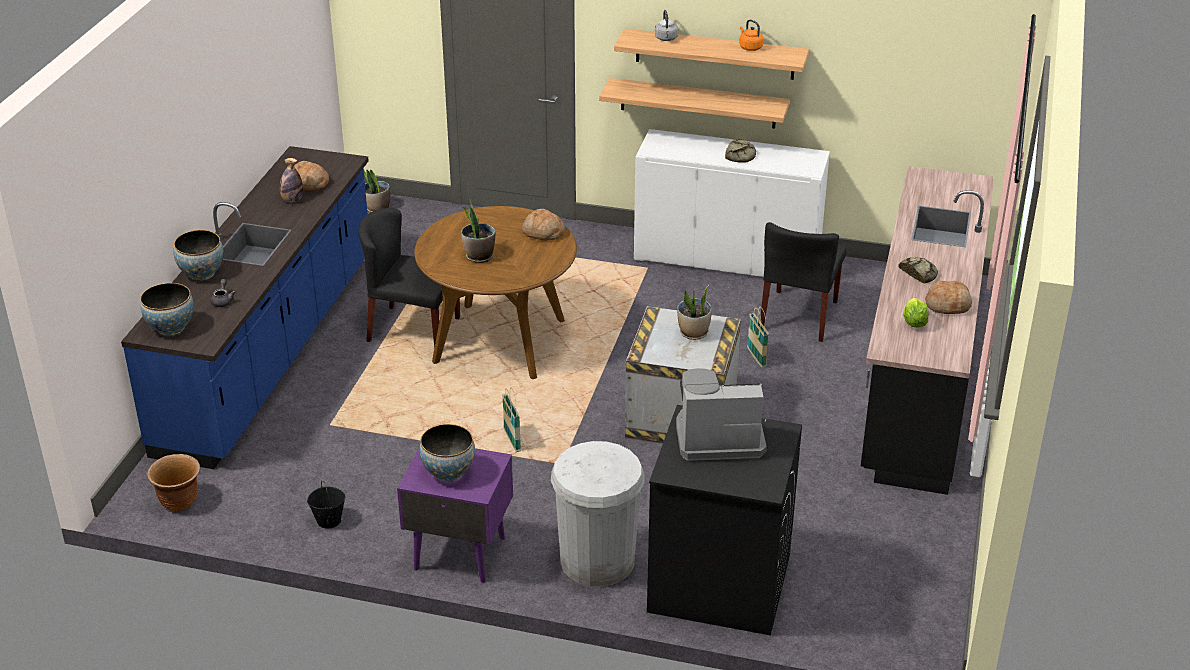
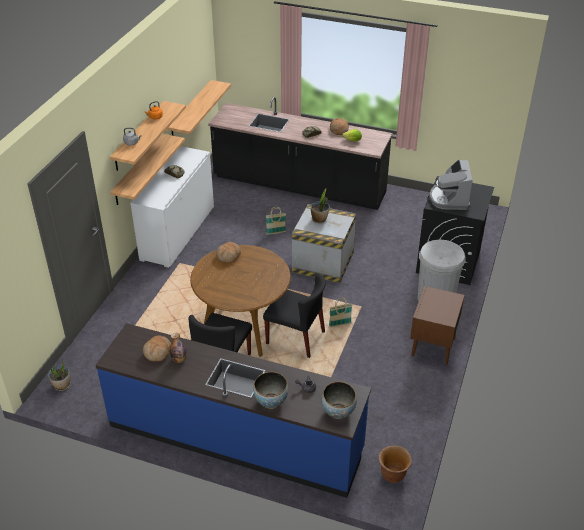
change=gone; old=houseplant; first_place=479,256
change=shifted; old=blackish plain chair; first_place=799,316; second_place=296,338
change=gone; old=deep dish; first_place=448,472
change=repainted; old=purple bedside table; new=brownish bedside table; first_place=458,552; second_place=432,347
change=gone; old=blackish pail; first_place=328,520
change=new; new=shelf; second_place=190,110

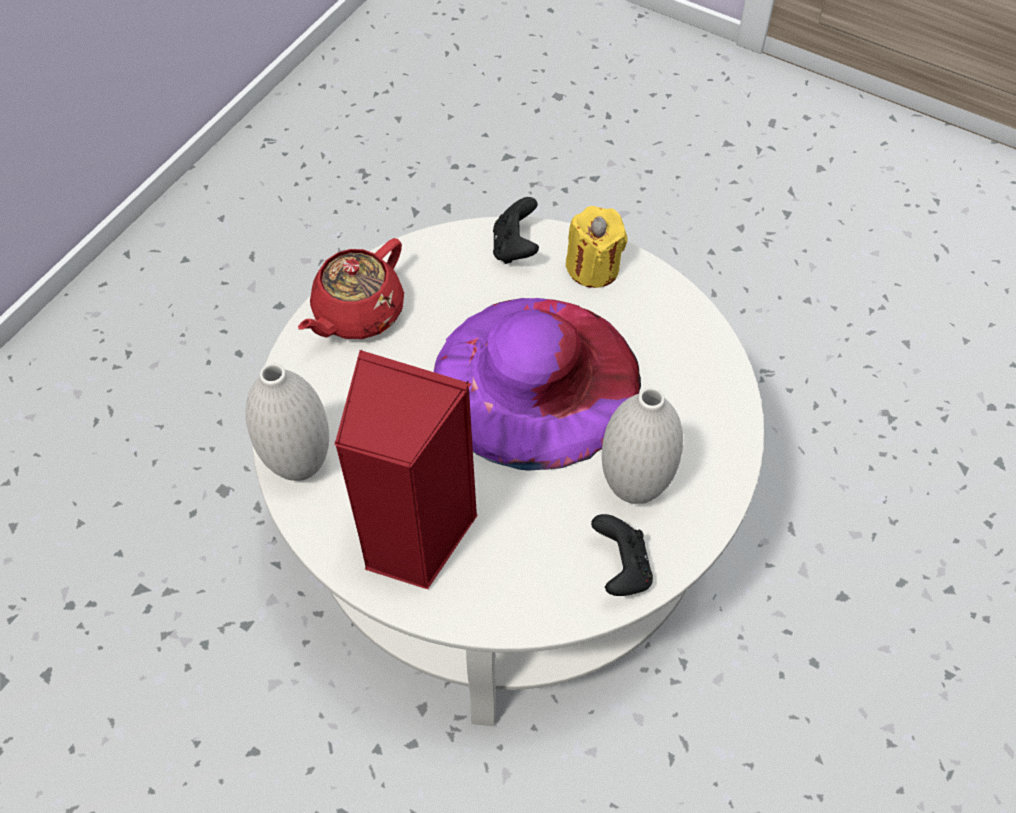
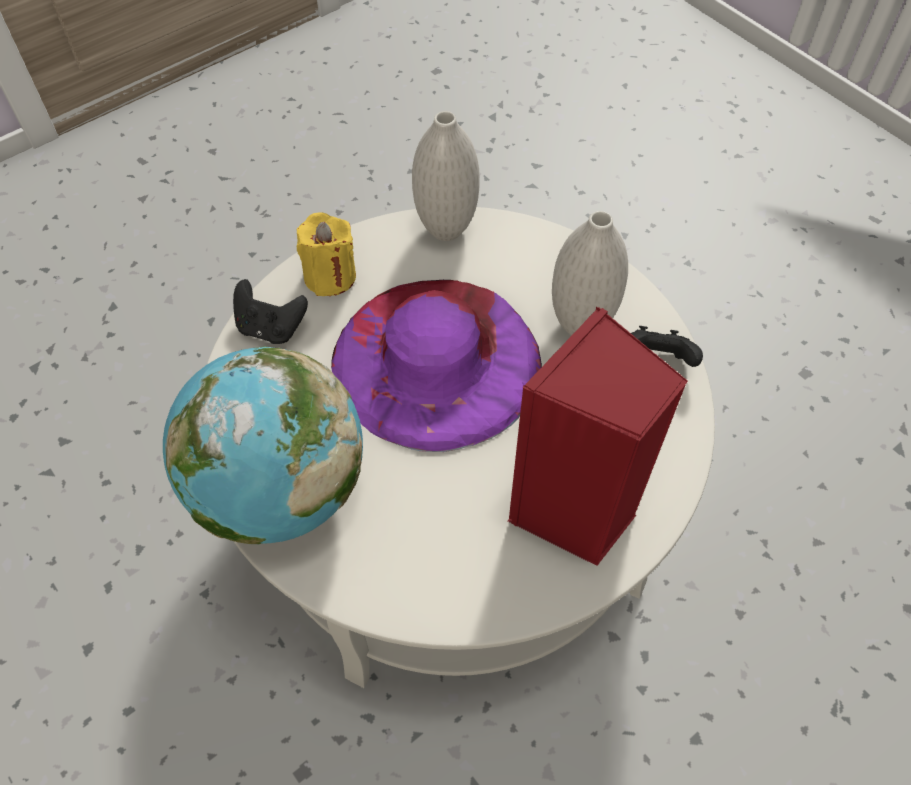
change=swapped; old=reddish tea pot; new=world globe; first_place=357,313; second_place=280,490
change=shifted; old=white-coloured flower vase; first_place=300,465; second_place=446,230

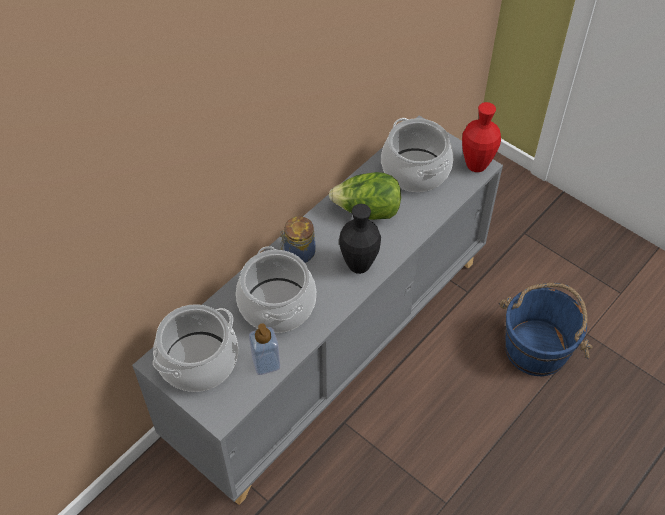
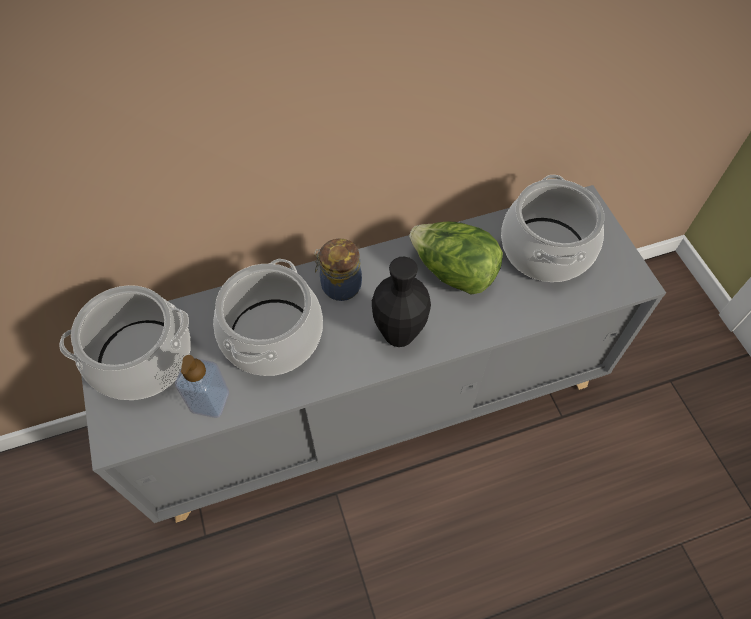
change=gone; old=reddish flower vase; first_place=476,165
change=gone; old=bluish pail; first_place=537,348

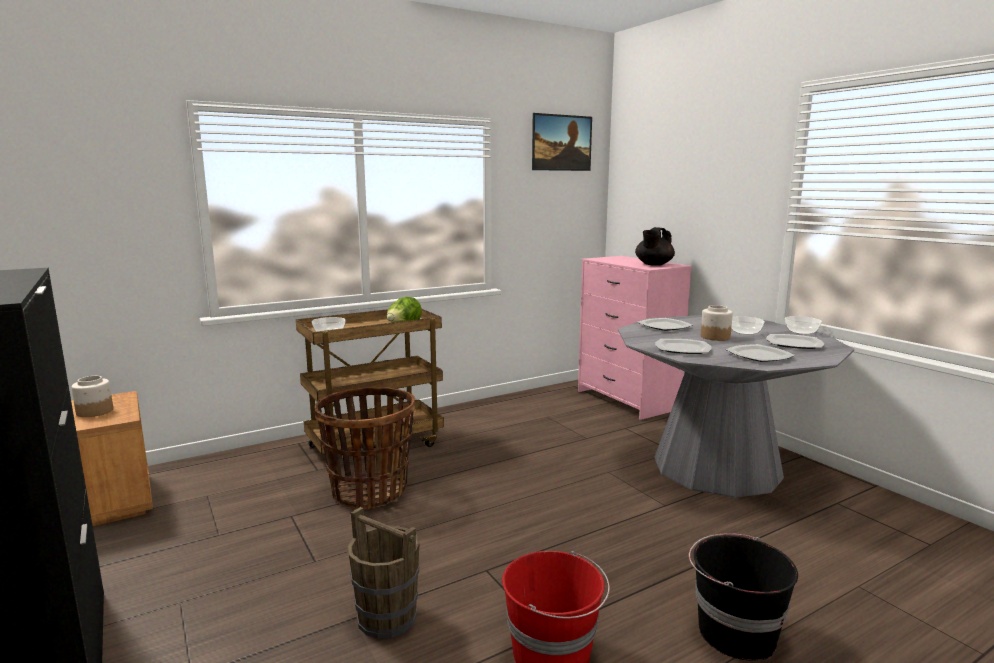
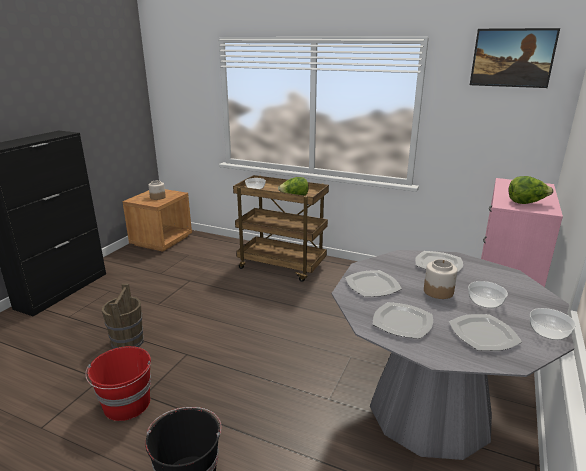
change=swapped; old=blackish tea pot; new=lettuce; first_place=653,264; second_place=526,203
change=gone; old=storage basket; first_place=370,492

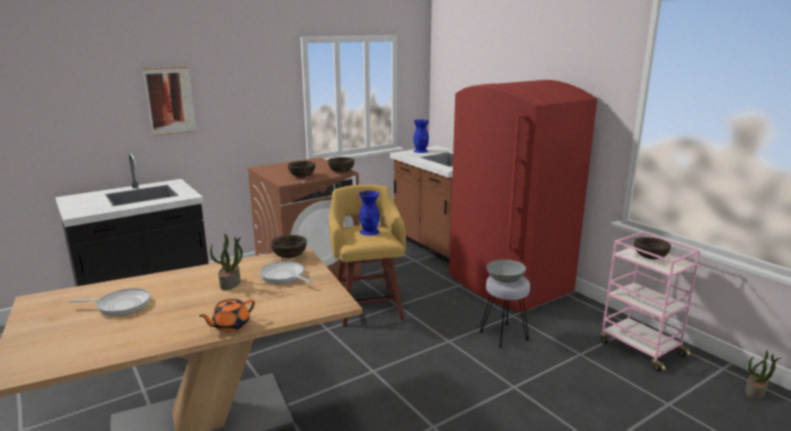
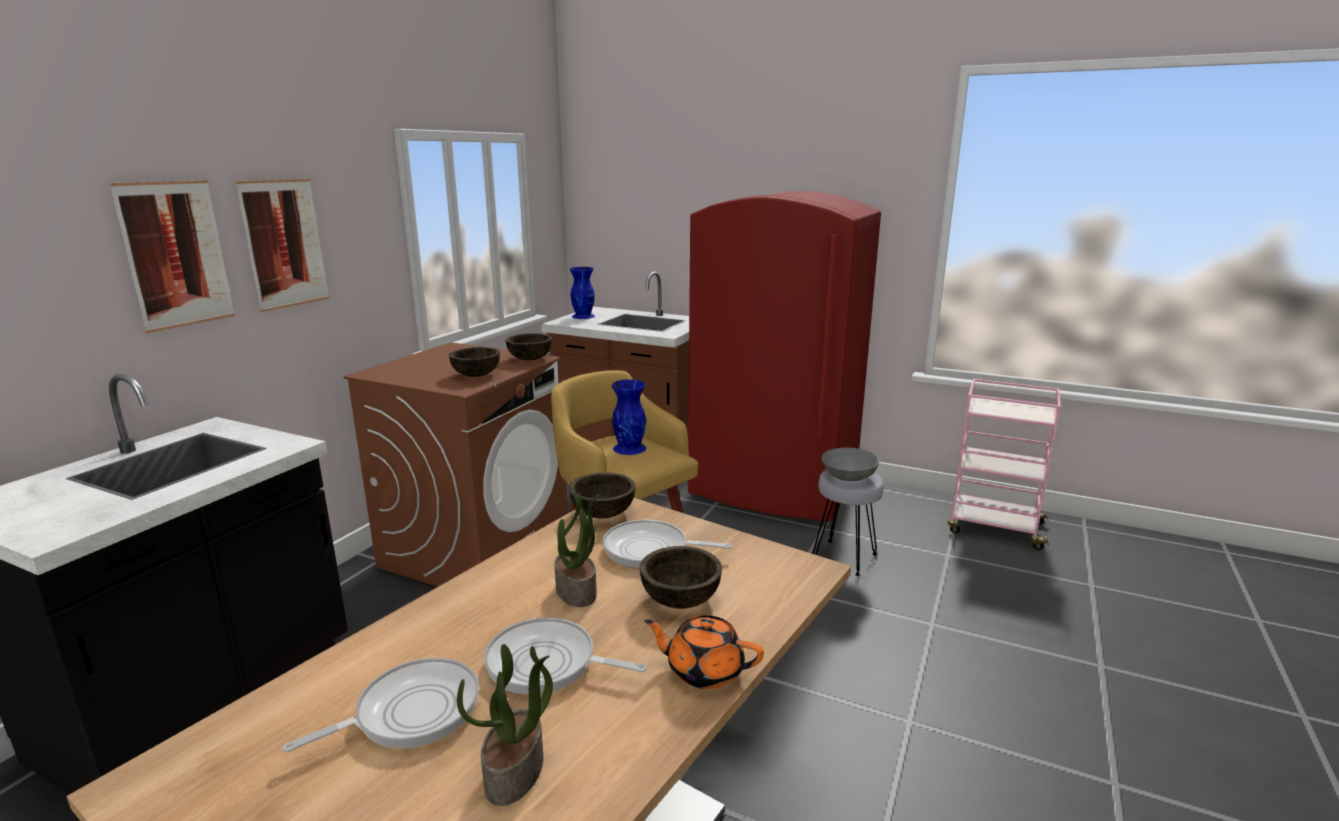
change=shifted; old=brownish deep dish; first_place=649,257; second_place=680,599
change=rotated; old=orangey tea pot; first_place=230,325; second_place=703,670; degrees=90
change=shifted; old=houseplant; first_place=755,392; second_place=515,772
change=new; new=wall art; second_place=284,244
change=new; new=skillet; second_place=547,664

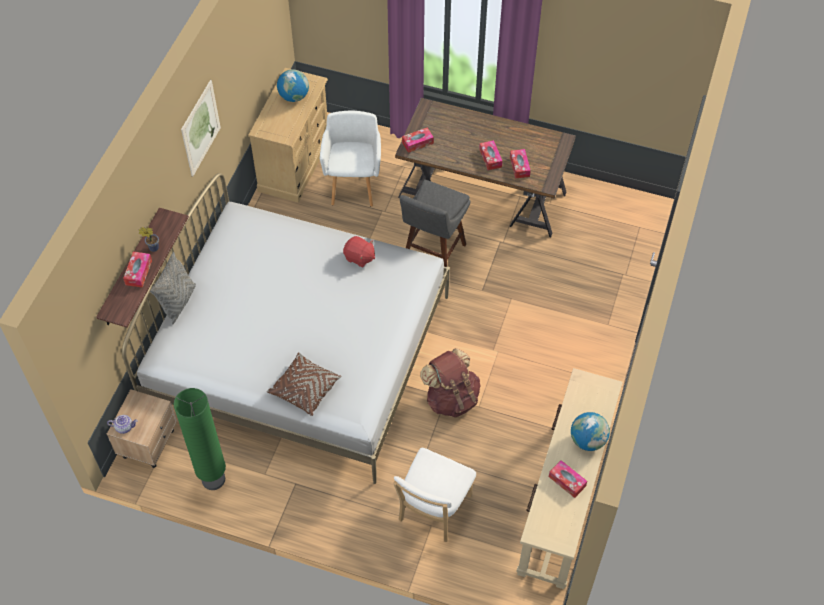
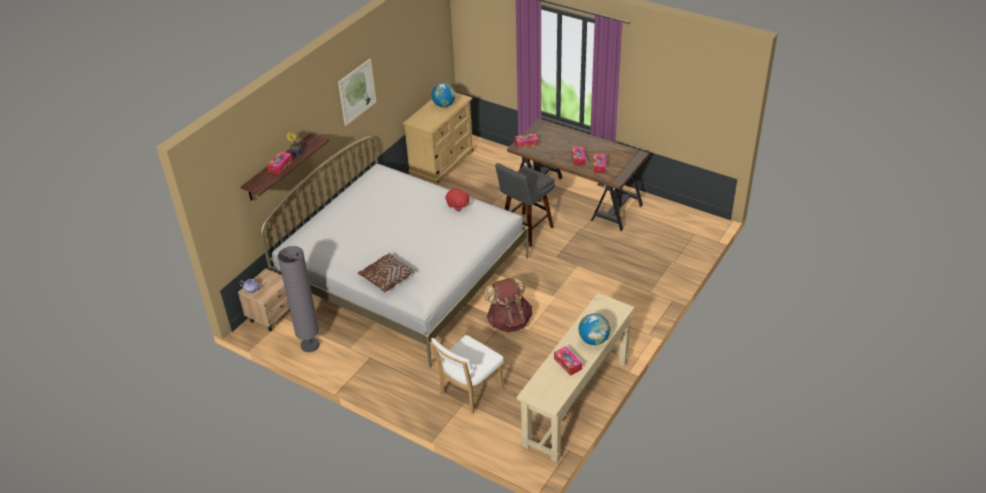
change=gone; old=white-coloured lounge chair; first_place=354,184
change=gone; old=greyish pillow; first_place=178,302
change=repainted; old=green-coloured floor lamp; new=greyish floor lamp; first_place=213,479; second_place=310,345

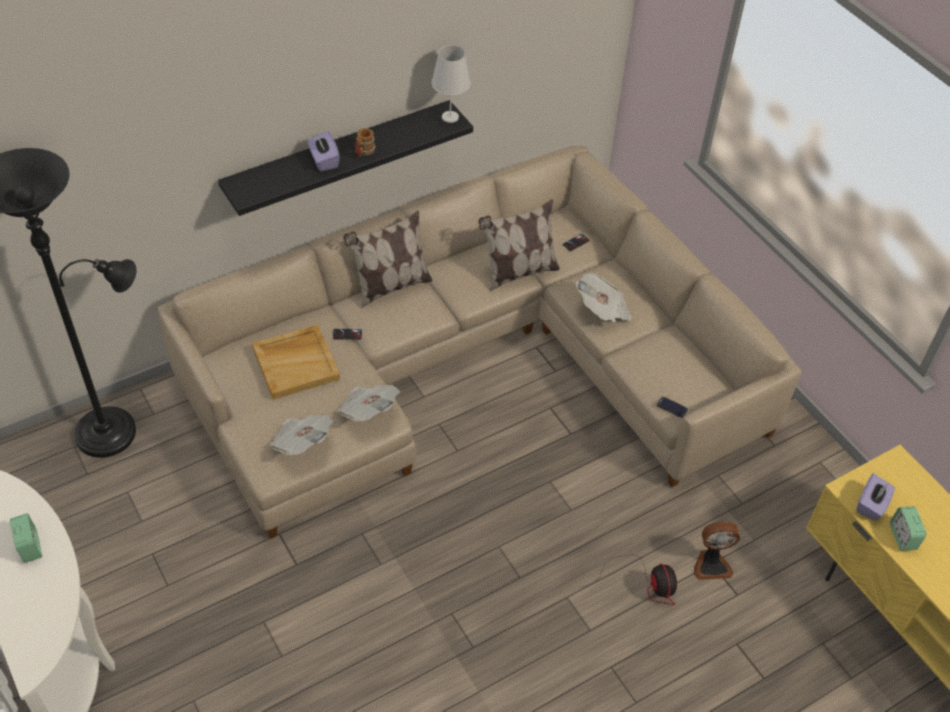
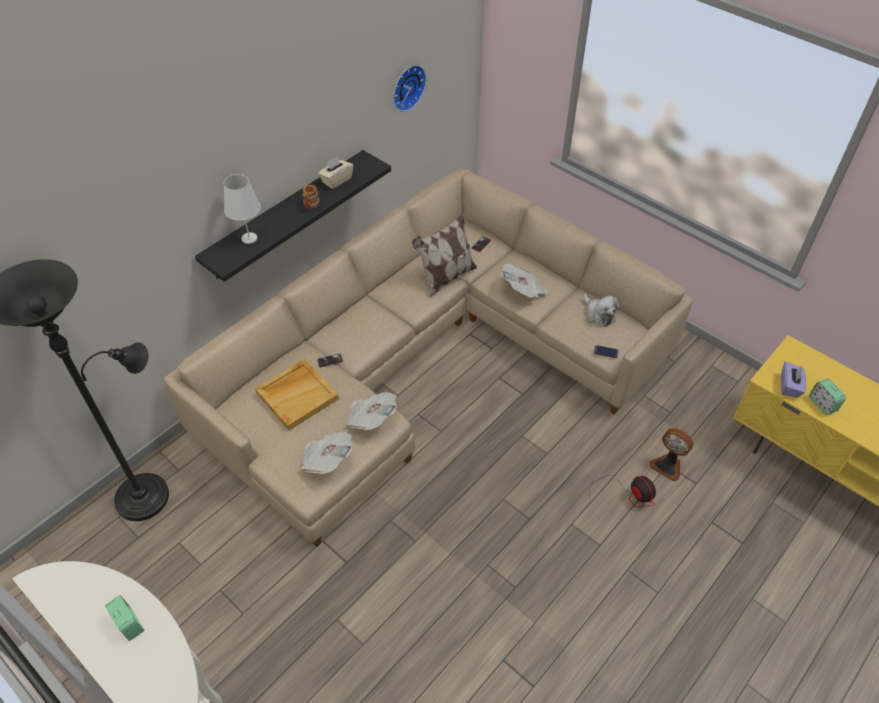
change=shifted; old=white-coloured lamp for a table; first_place=450,117; second_place=249,238
change=gone; old=purple box of tissues; first_place=324,161
change=gone; old=pillow; first_place=390,286
change=rotated; old=fan; first_place=711,564; second_place=667,465; degrees=60
change=new; new=wall clock; second_place=407,86
change=new; new=beige box of tissues; second_place=336,180
change=new; new=plush toy; second_place=598,314

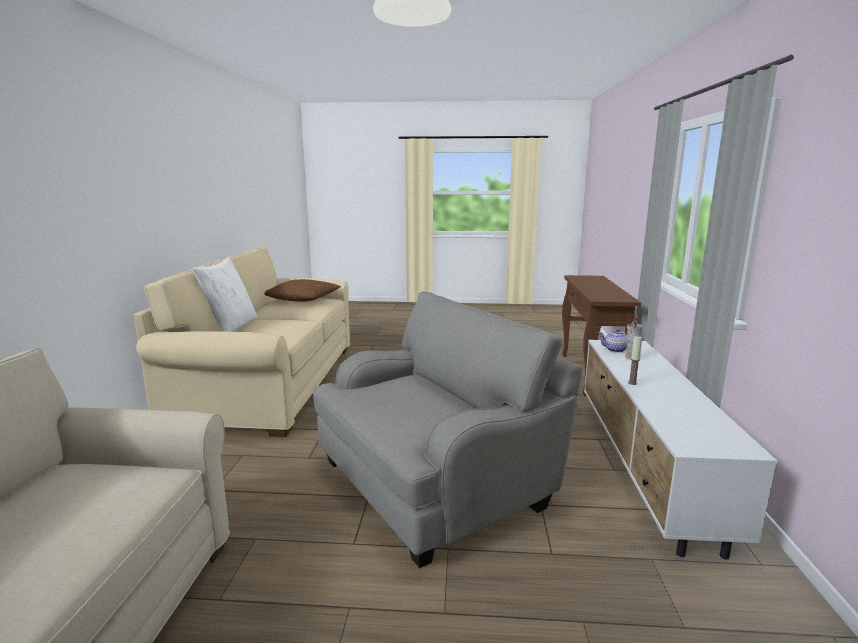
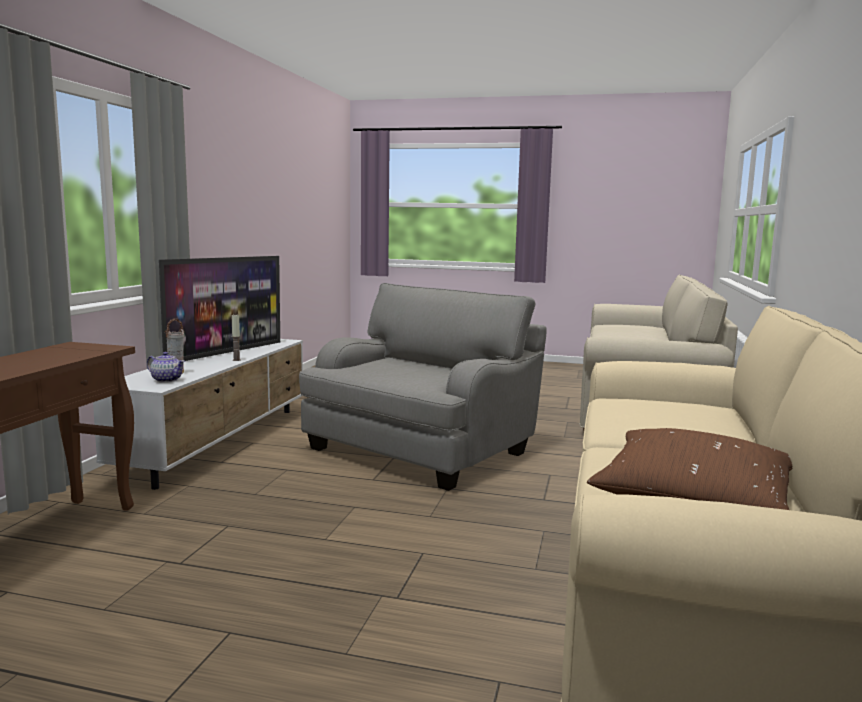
change=gone; old=white-coloured pillow; first_place=231,326
change=rotated; old=greyish lounge chair; first_place=436,481; second_place=421,449; degrees=150
change=new; new=TV set; second_place=225,353

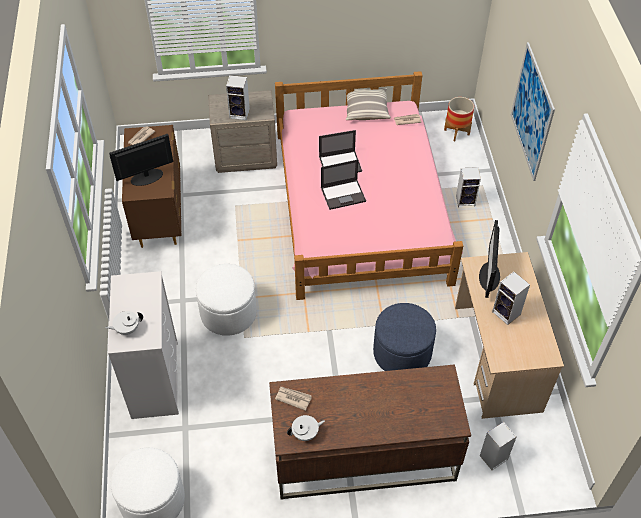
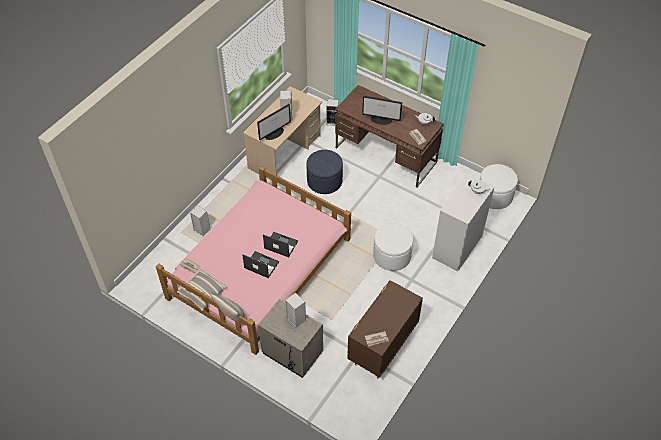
change=gone; old=wall art; first_place=532,112
change=gone; old=planter; first_place=457,132
change=shifted; old=computer display; first_place=146,177; second_place=381,120
change=new; new=pillow; second_place=233,317

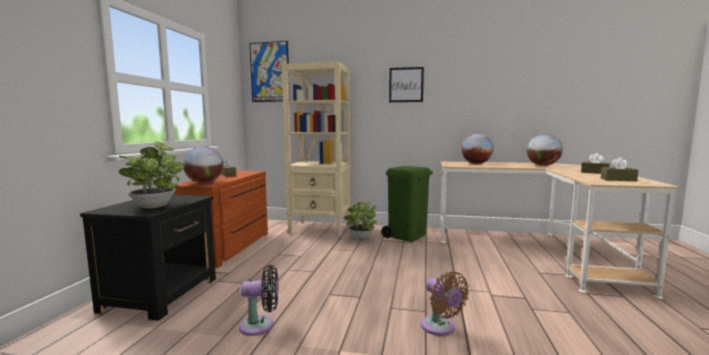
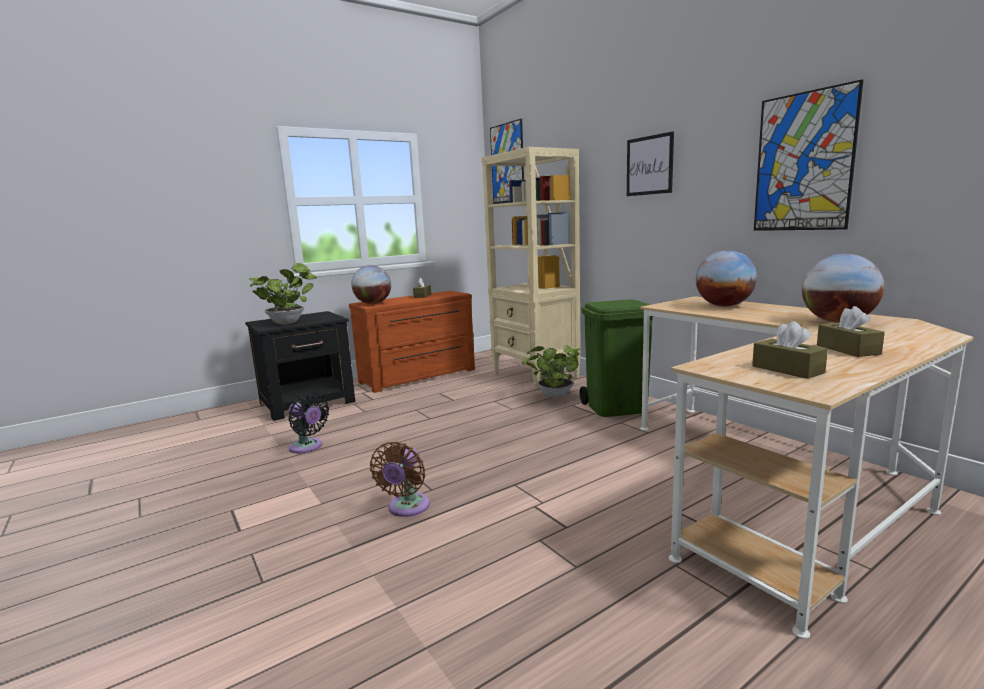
change=new; new=wall art; second_place=803,162

